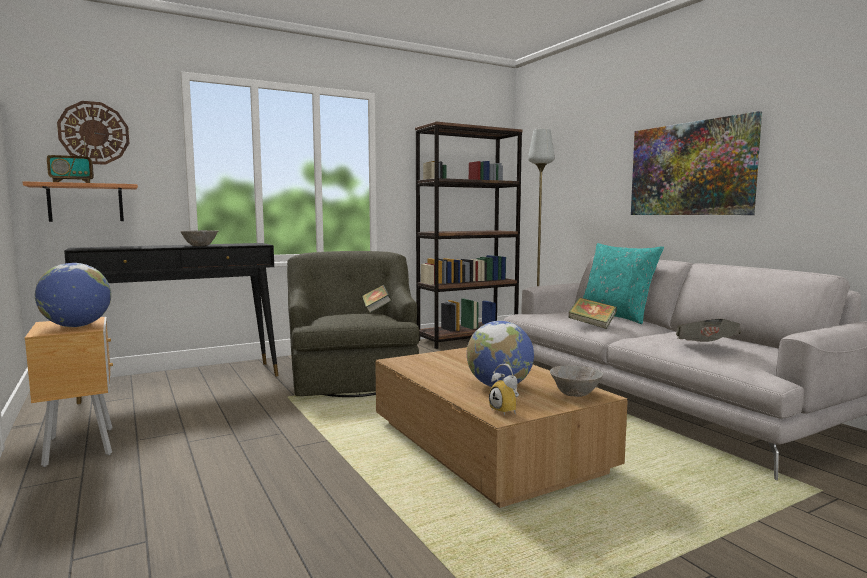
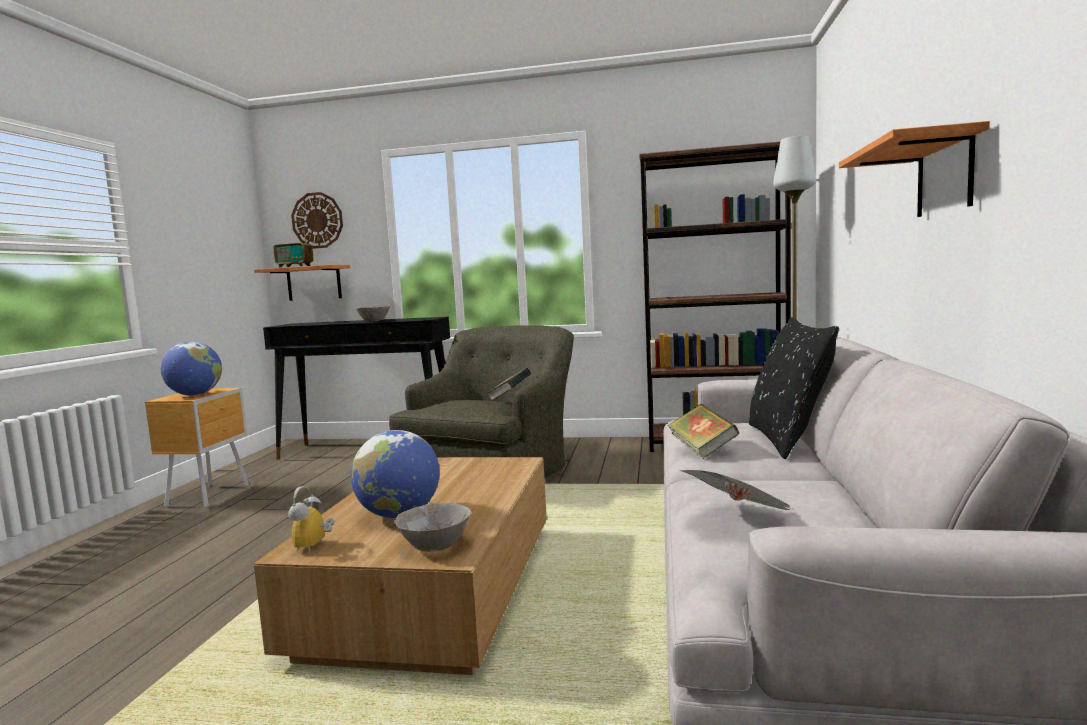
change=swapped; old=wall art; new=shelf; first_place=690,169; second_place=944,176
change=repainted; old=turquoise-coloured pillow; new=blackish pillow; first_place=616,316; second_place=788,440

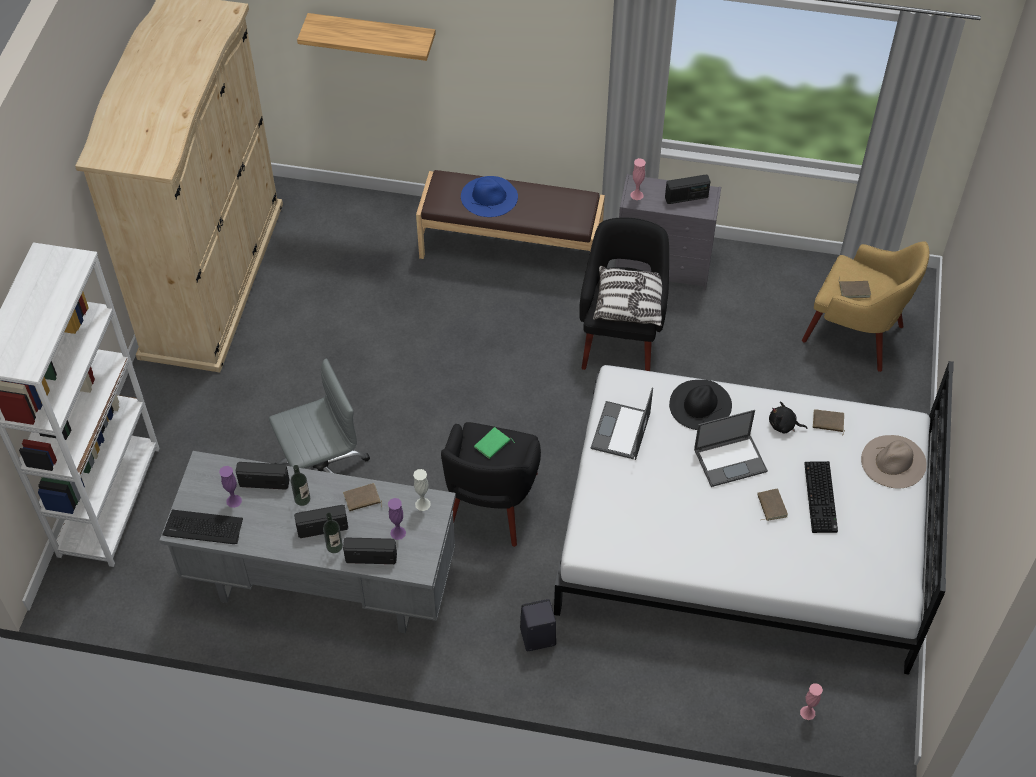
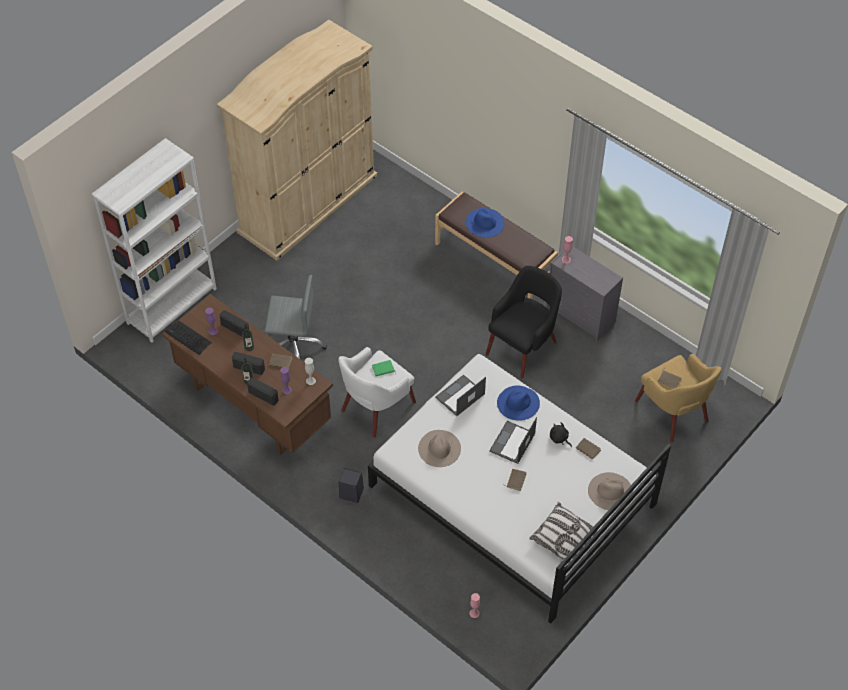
change=gone; old=shelf; first_place=372,35
change=gone; old=radio receiver; first_place=686,197
change=shifted; old=pillow; first_place=629,304; second_place=564,538
change=repainted; old=blackish hat; new=bluish hat; first_place=700,404; second_place=518,403
change=rotated; old=portable computer; first_place=731,460; second_place=512,443; degrees=105
change=repainted; old=blackish lounge chair; new=white-coloured lounge chair; first_place=490,505; second_place=376,407
change=repainted; old=greyish desk unit; new=brownish desk unit; first_place=320,585; second_place=253,406
change=gone; old=computer keyboard; first_place=822,498
change=new; new=beige hat; second_place=439,448

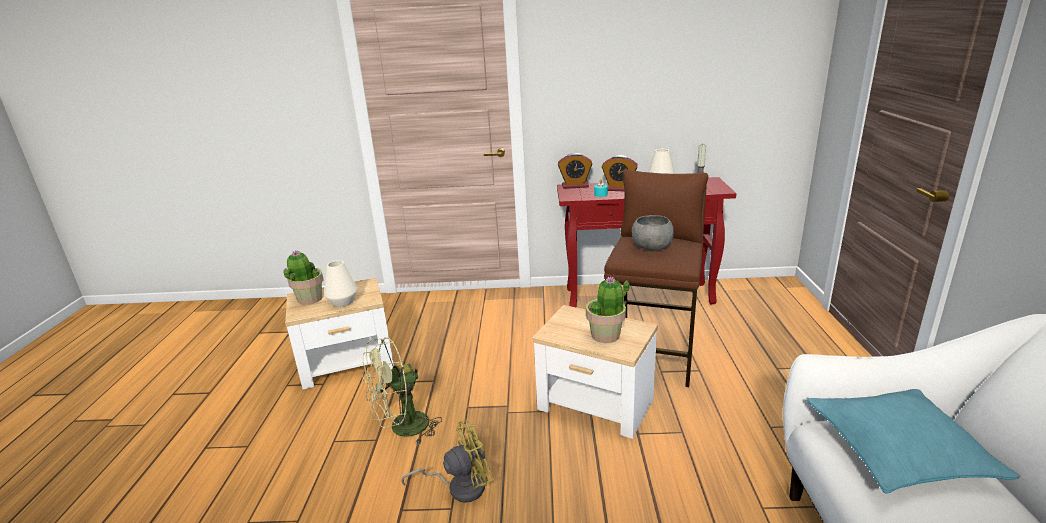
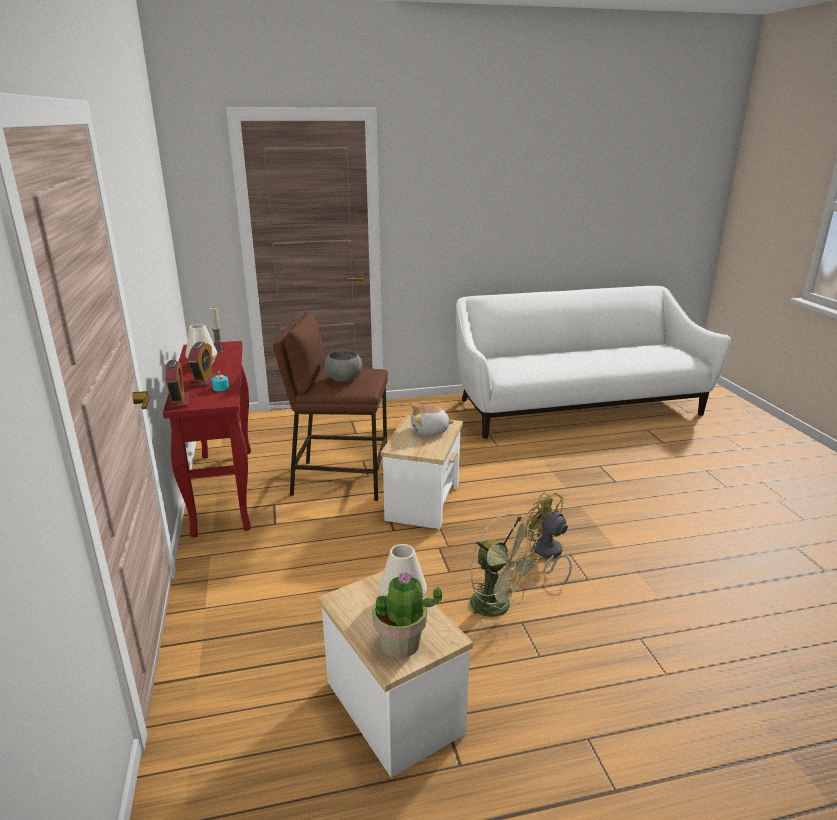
change=swapped; old=houseplant; new=plush toy; first_place=606,335; second_place=430,431
change=gone; old=turquoise-coloured pillow; first_place=898,451

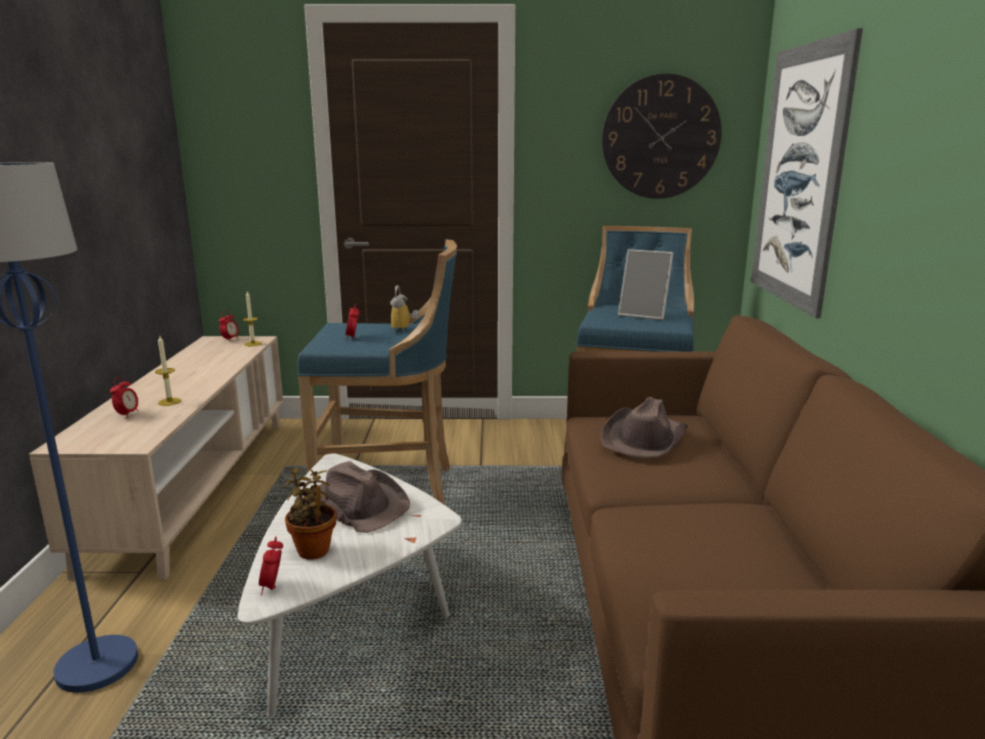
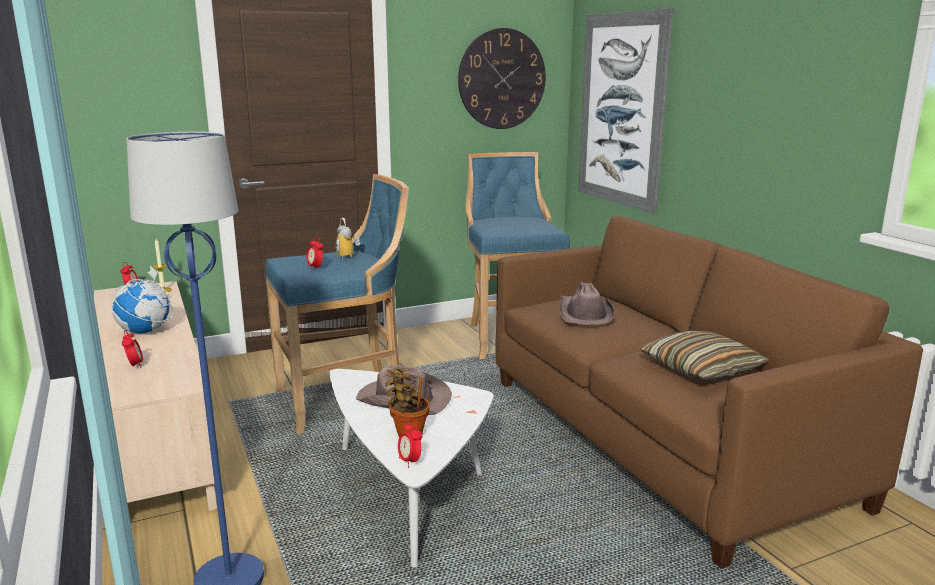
change=gone; old=picture frame; first_place=644,315
change=gone; old=wax light; first_place=169,402
change=new; new=world globe; second_place=145,332
change=new; new=pillow; second_place=700,369

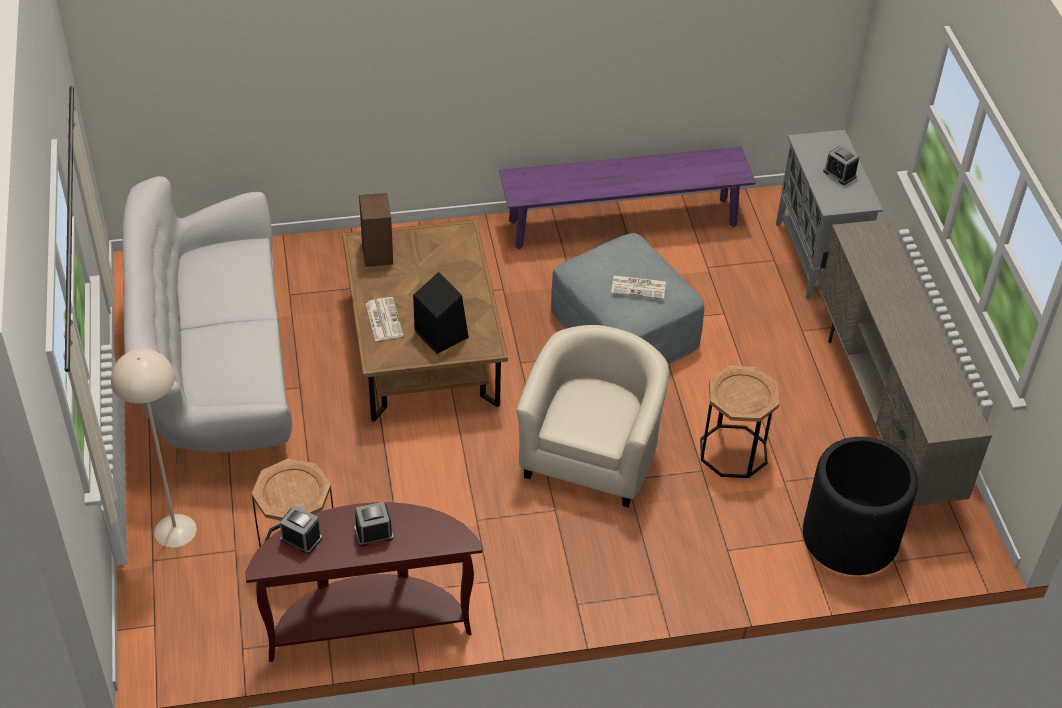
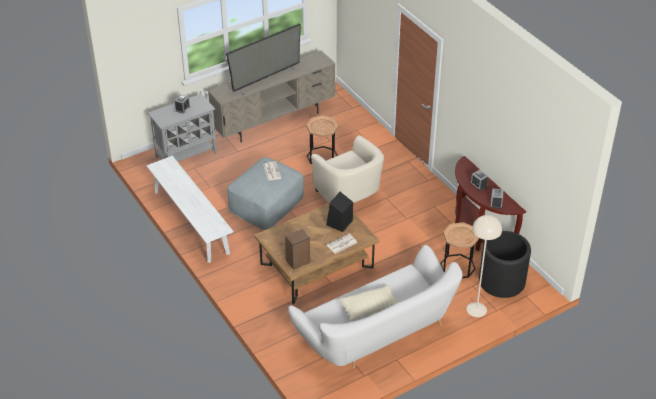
change=repainted; old=purple indoor bench; new=white-coloured indoor bench; first_place=623,223; second_place=191,222
change=rotated; old=beige lounge chair; first_place=592,454; second_place=349,195; degrees=-120
change=shifted; old=blackish planter; first_place=849,537; second_place=501,281
change=new; new=TV set; second_place=266,79
change=new; new=beige pillow; second_place=369,308

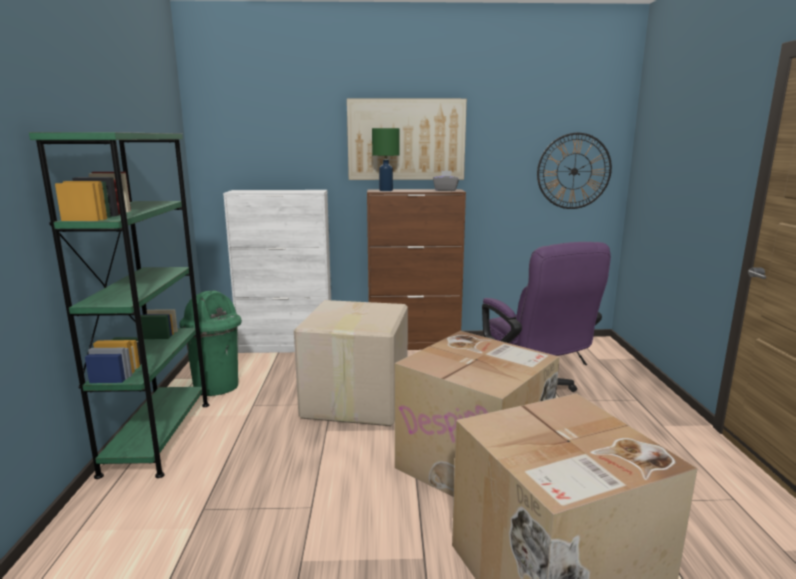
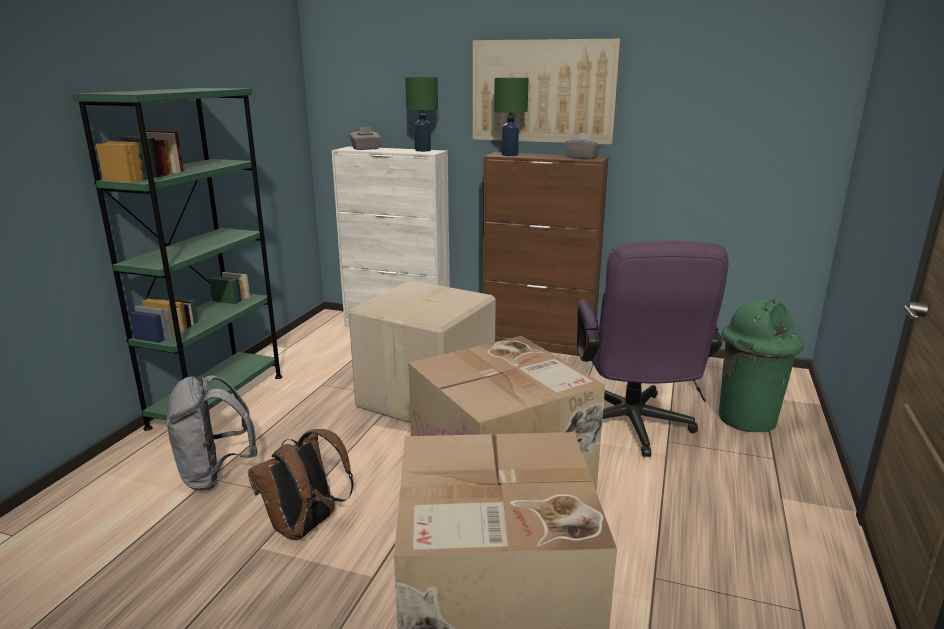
change=gone; old=wall clock; first_place=574,171
change=shifted; old=green-coloured waste bin; first_place=217,386; second_place=747,419
change=new; new=green-coloured lamp for a table; second_place=423,150
change=new; new=greyish box of tissues; second_place=366,149
change=new; new=greyish knapsack; second_place=215,474
change=new; new=brownish knapsack; second_place=305,528

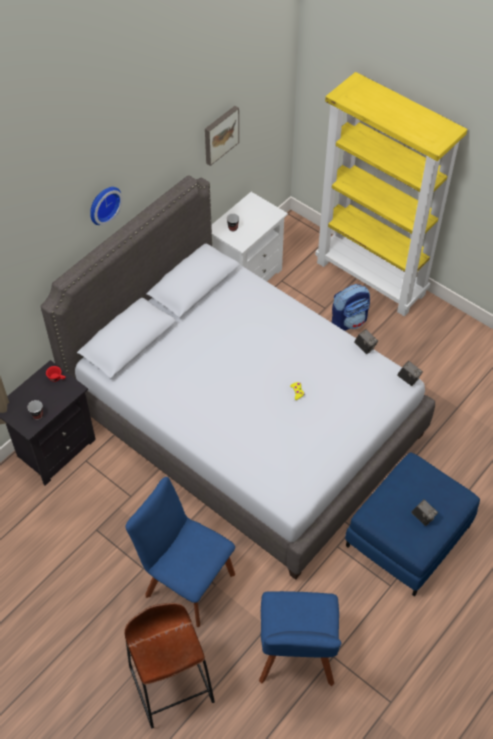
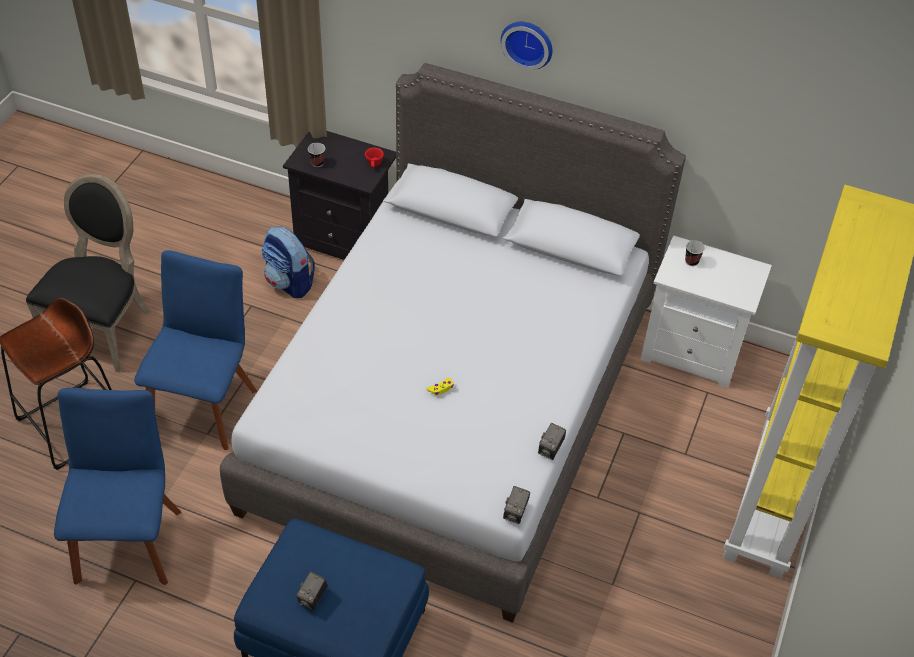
change=gone; old=wall art; first_place=220,134
change=shifted; old=knapsack; first_place=349,321; second_place=289,282
change=rotated; old=bluish plain chair; first_place=296,656; second_place=128,540; degrees=105
change=new; new=blackish plain chair; second_place=103,327

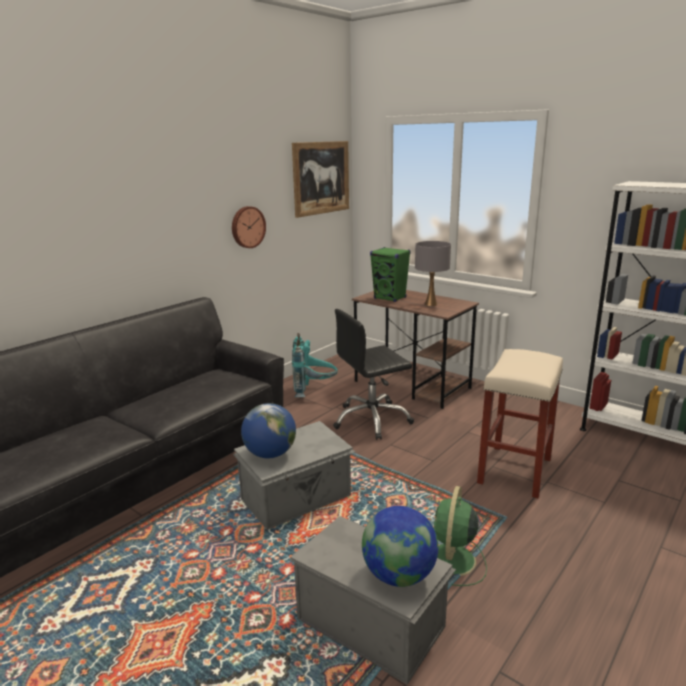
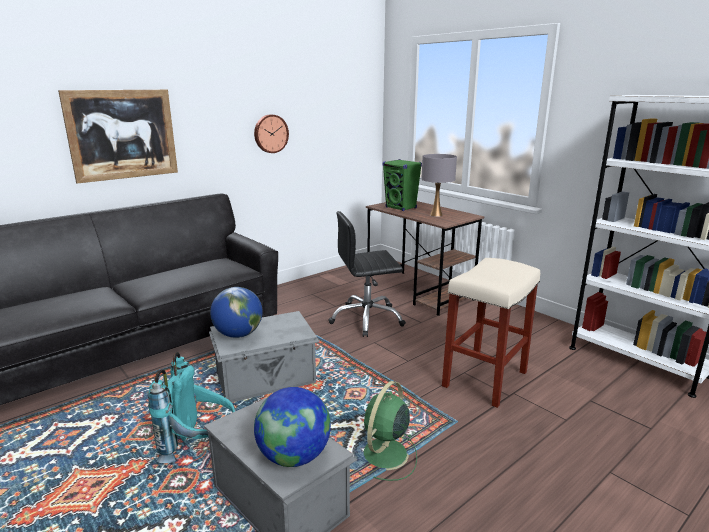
change=shifted; old=wall art; first_place=321,178; second_place=122,134
change=shifted; old=turquoise-coloured knapsack; first_place=314,392; second_place=201,447

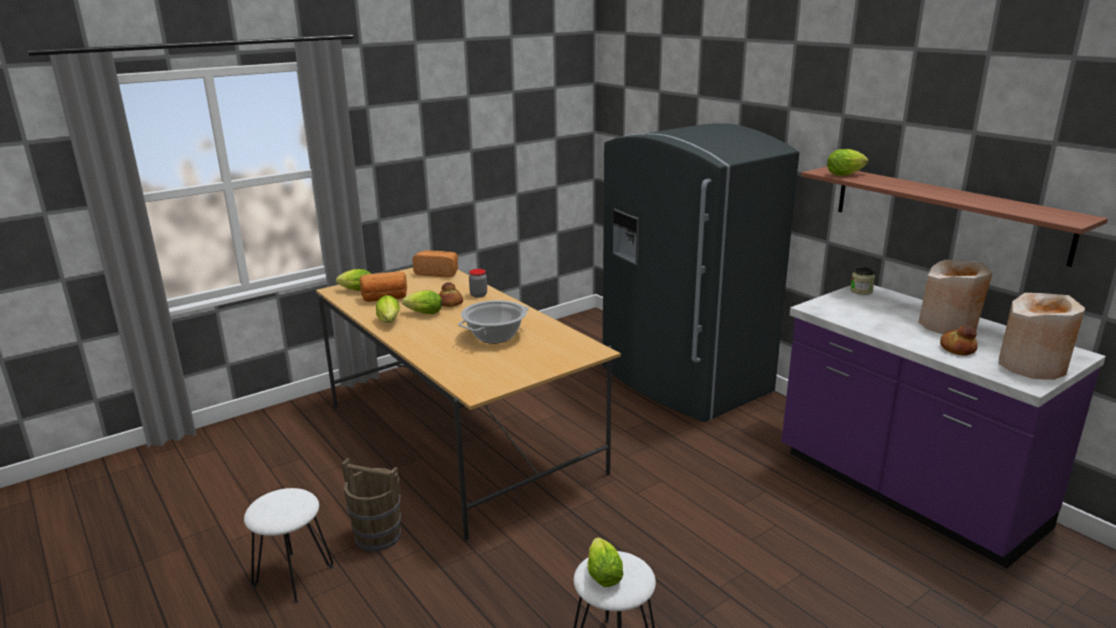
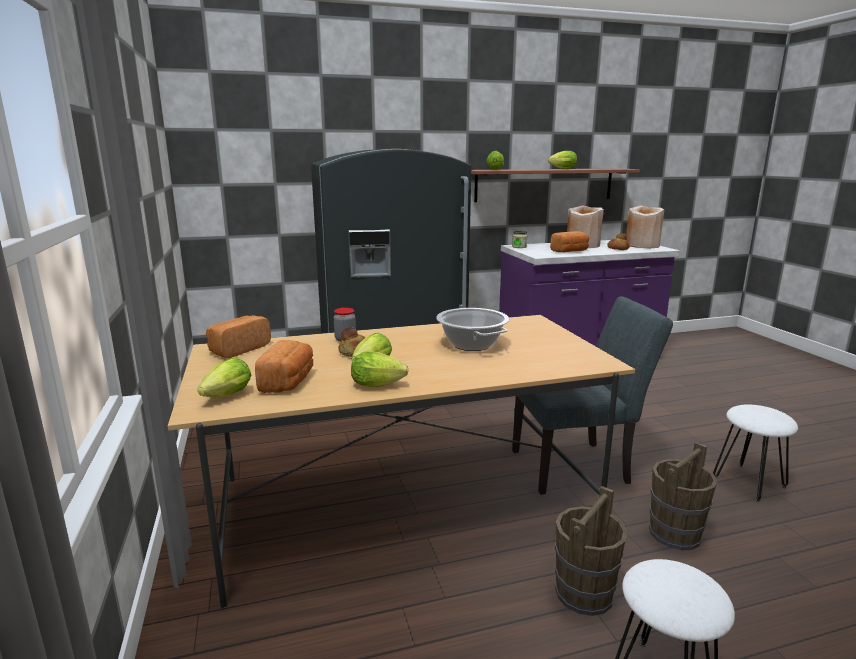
change=shifted; old=lettuce; first_place=602,573; second_place=561,169
change=new; new=bakery bread; second_place=570,251
change=new; new=greyish plain chair; second_place=578,466
change=new; new=brownish pail; second_place=674,534

